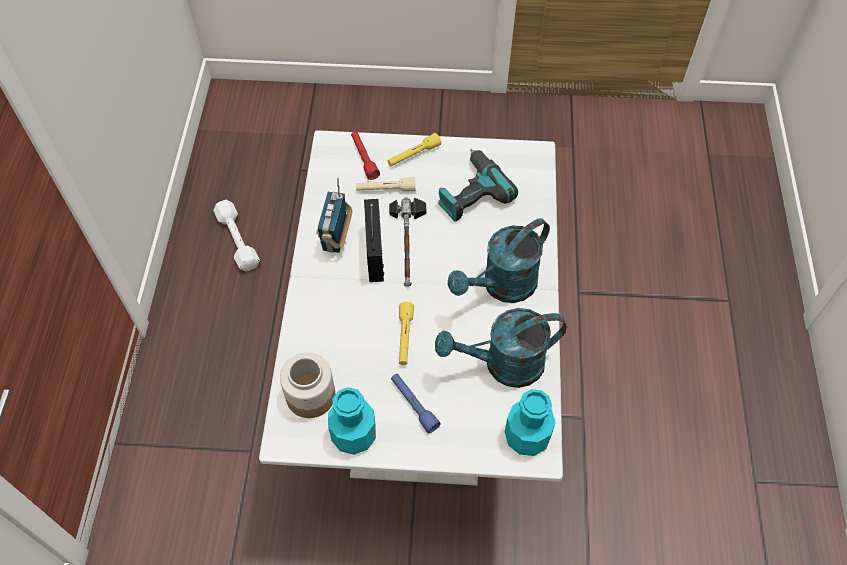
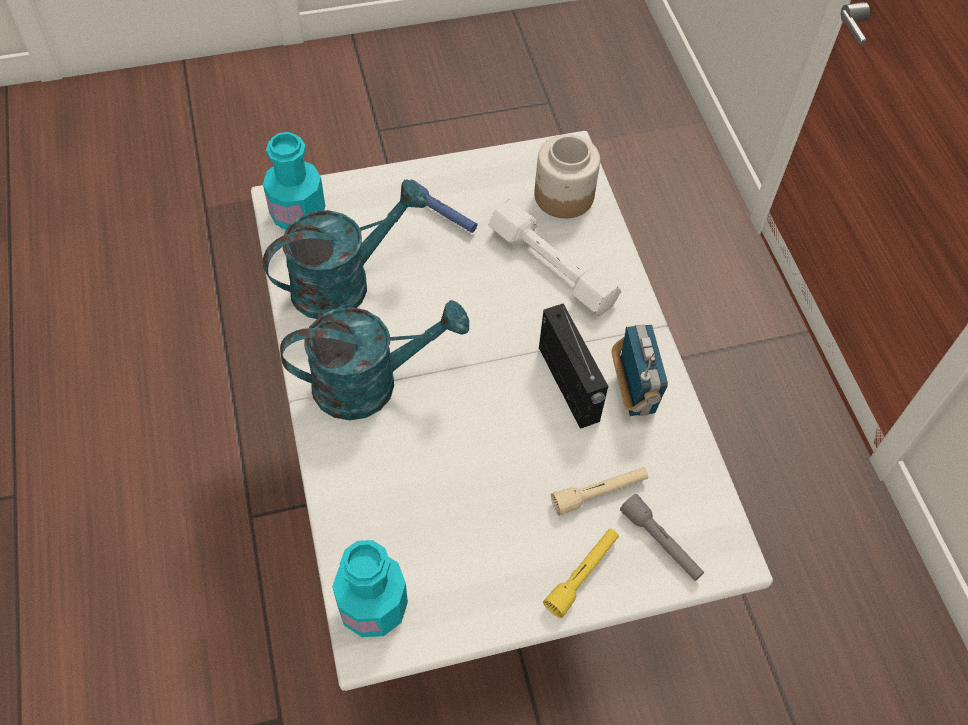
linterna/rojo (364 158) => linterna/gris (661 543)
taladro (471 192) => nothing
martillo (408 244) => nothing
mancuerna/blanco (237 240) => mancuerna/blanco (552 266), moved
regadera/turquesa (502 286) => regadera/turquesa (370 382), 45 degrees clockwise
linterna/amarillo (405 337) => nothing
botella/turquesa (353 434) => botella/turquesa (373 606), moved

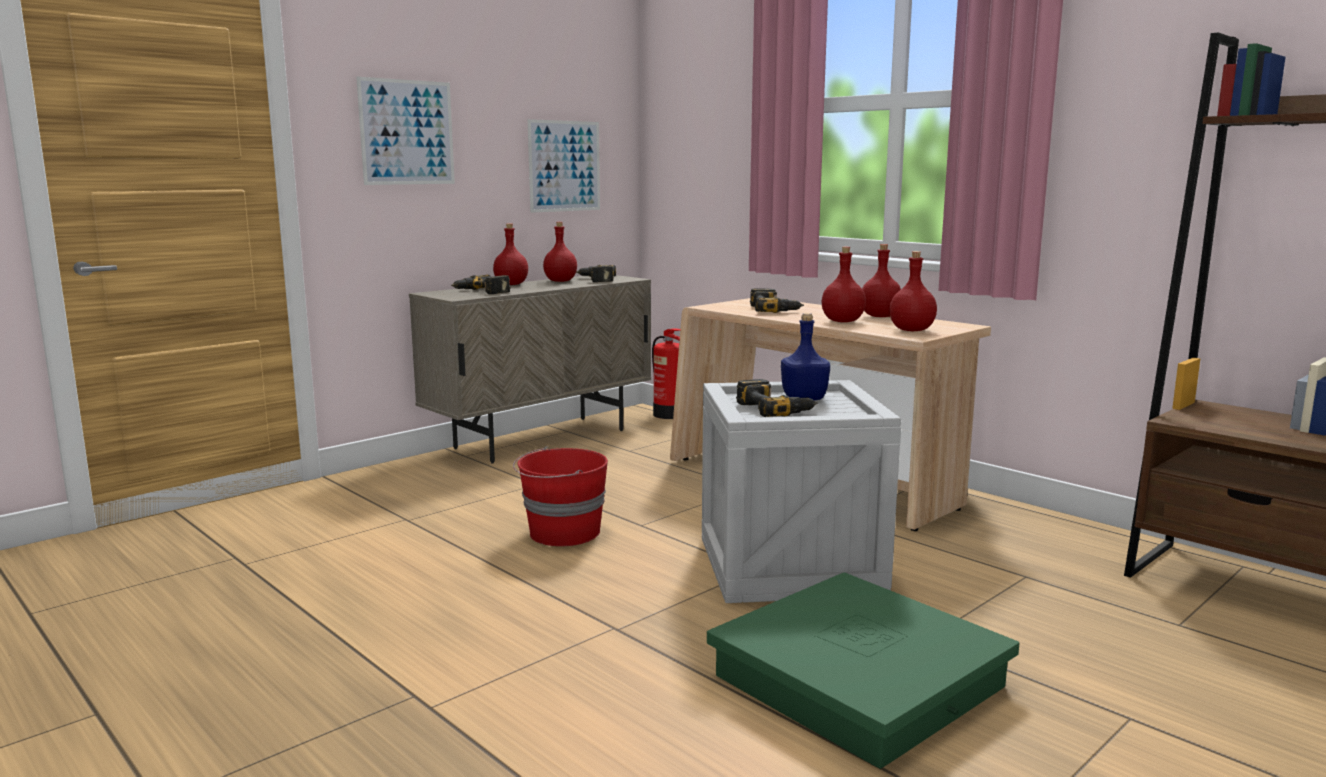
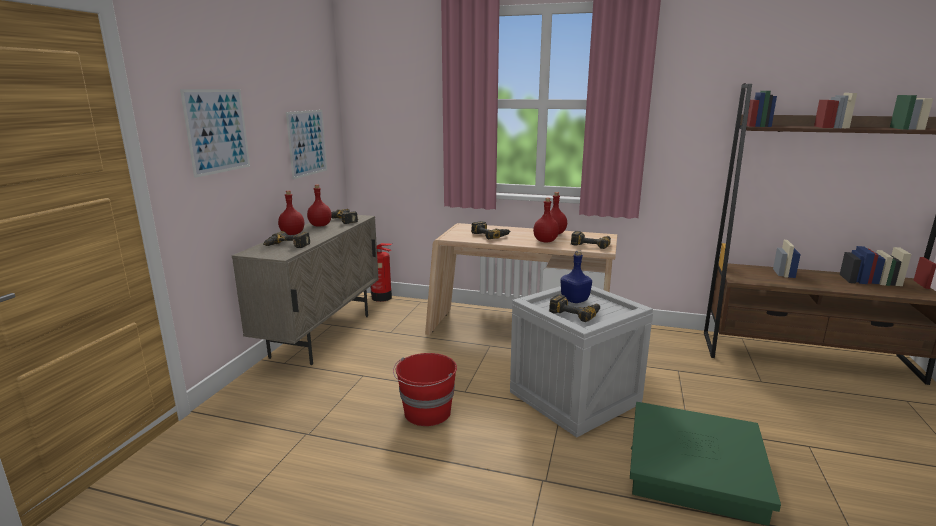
botella/rojo (911 330) => taladro (591 244)

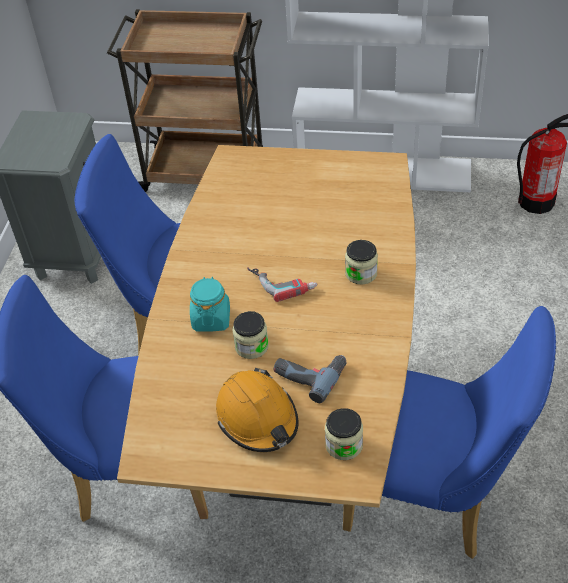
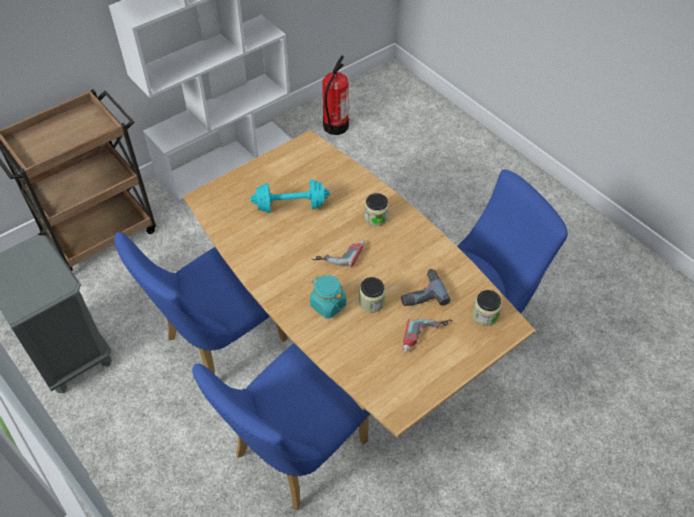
casco/naranja (257 418) => taladro (427 338)
nothing => mancuerna/turquesa (290 206)

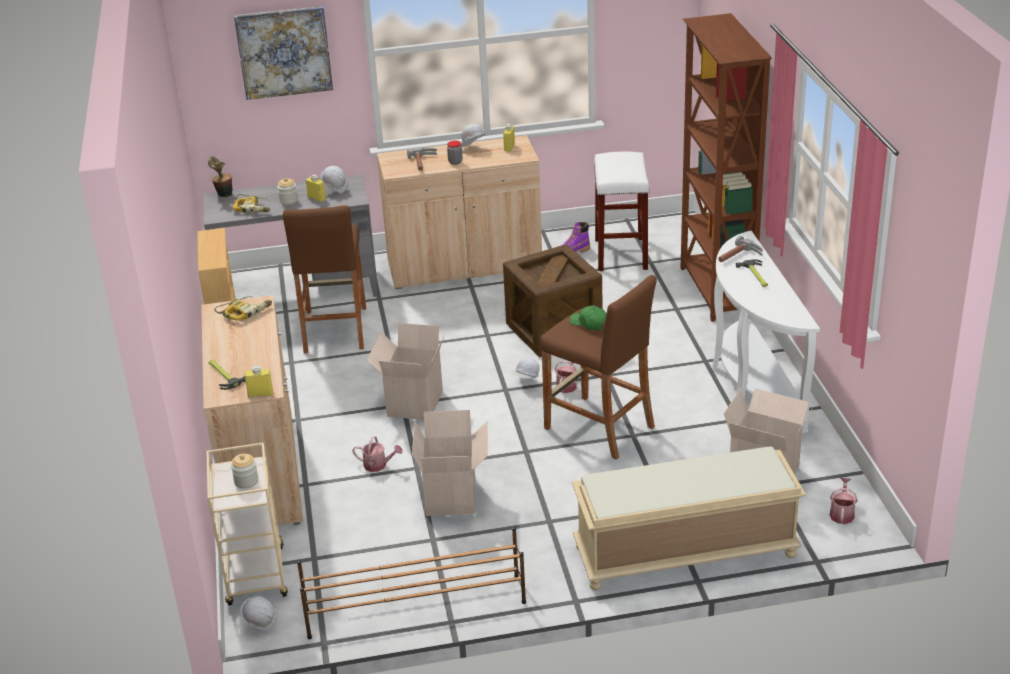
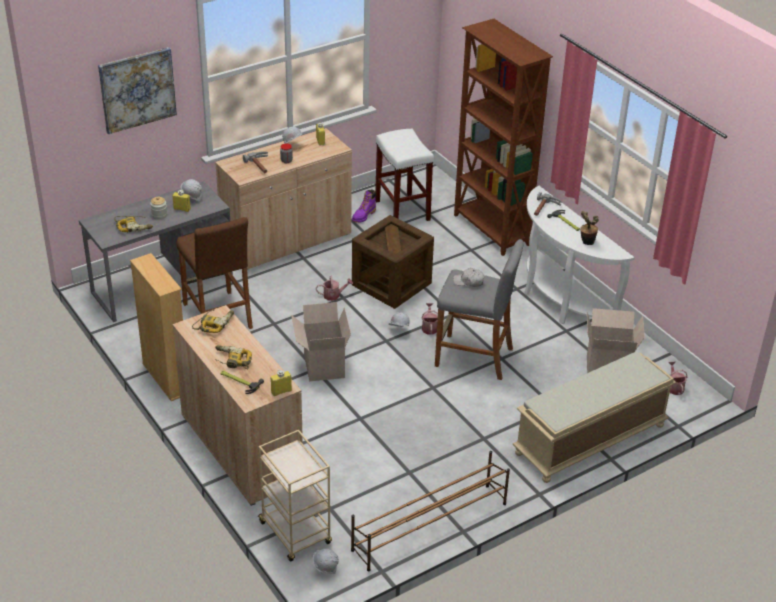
planta en maceta (223 195) => planta en maceta (586 242), moved
taburete/marrón (599 427) => taburete/gris (473 357)
gorra/verde (589 323) => gorra/blanco (468 281)
caja de cartón (453 497) => nothing
regadera (378 465) => regadera (334 295), moved
tarro (246 481) => nothing
nothing => taladro (232 361)

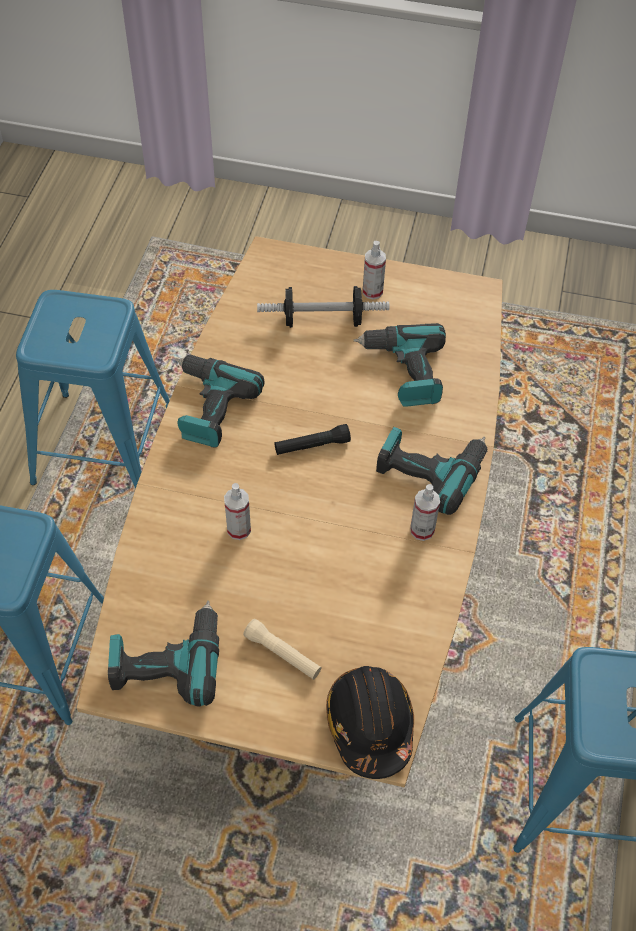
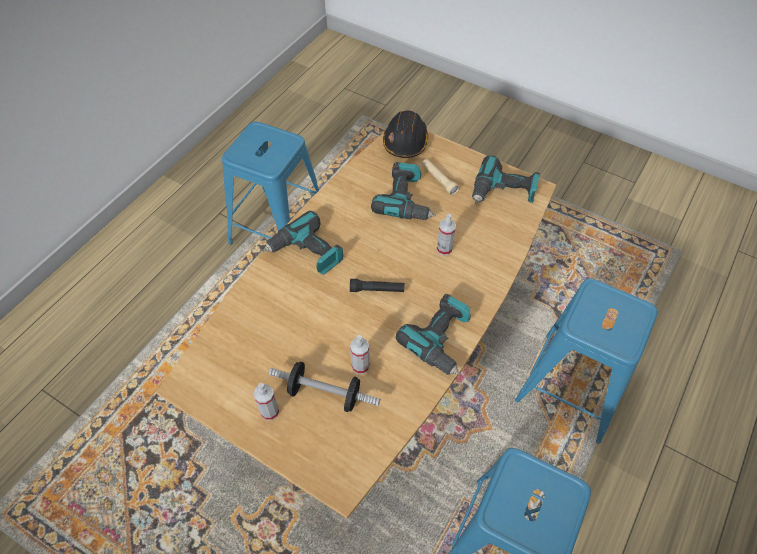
taladro (404 371) => taladro (406 200), moved
pulverizador (422 530) => pulverizador (360 366), moved

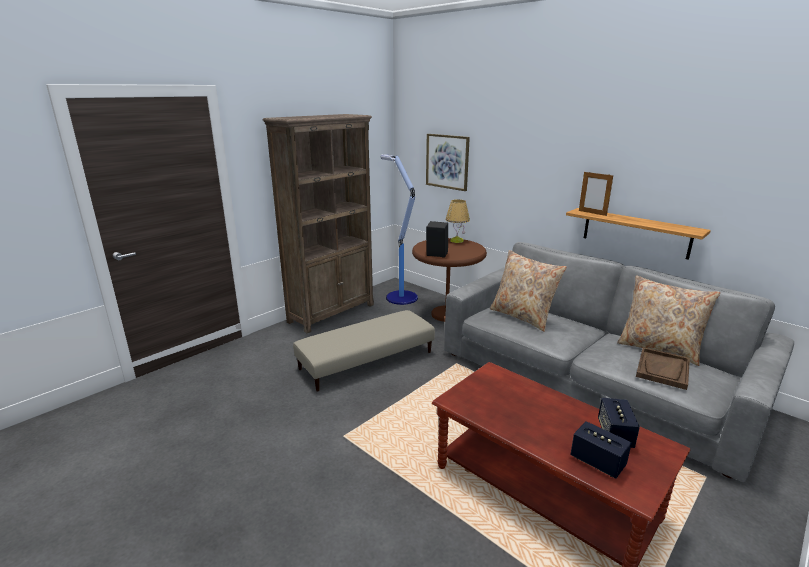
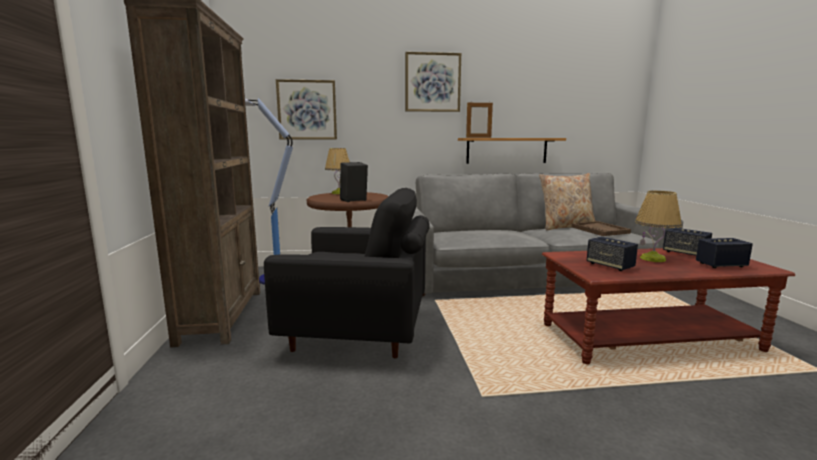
cojín/beis (523 316) => nothing
puf/beis (367 361) => sillón/negro (358 333)
nothing => cuadro (432 82)
nothing => lámpara de mesa (653 259)
nothing => altavoz (610 266)

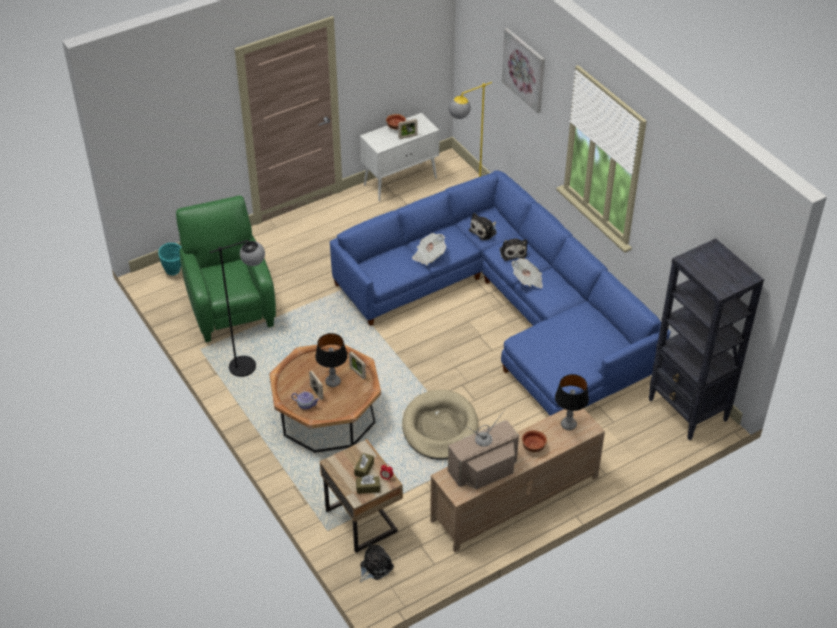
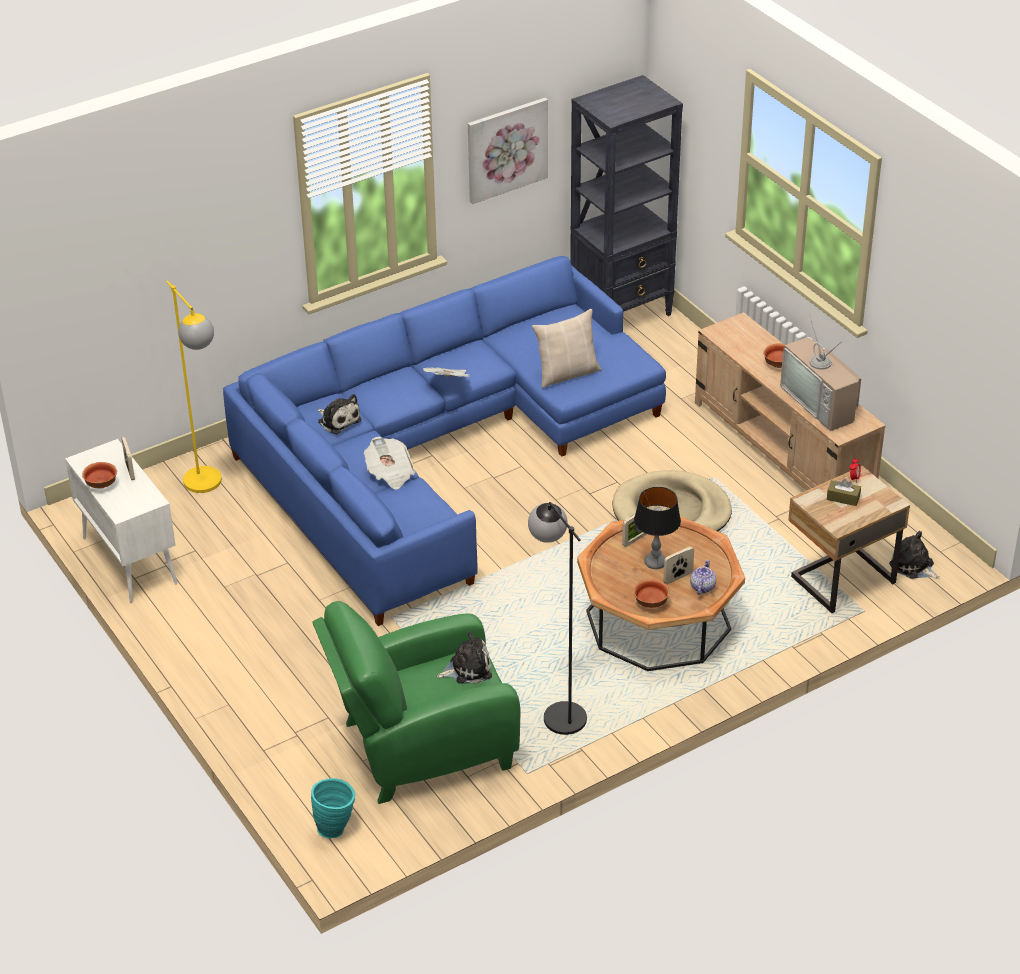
cuadro (524 69) => cuadro (506 149), moved
peluche (512 252) => peluche (467 668), moved
lámpara de mesa (568 424) => nothing
caja de pañuelos/marrón (368 488) => nothing
nothing => cojín/beis (567 373)
nothing => cuenco (650 603)

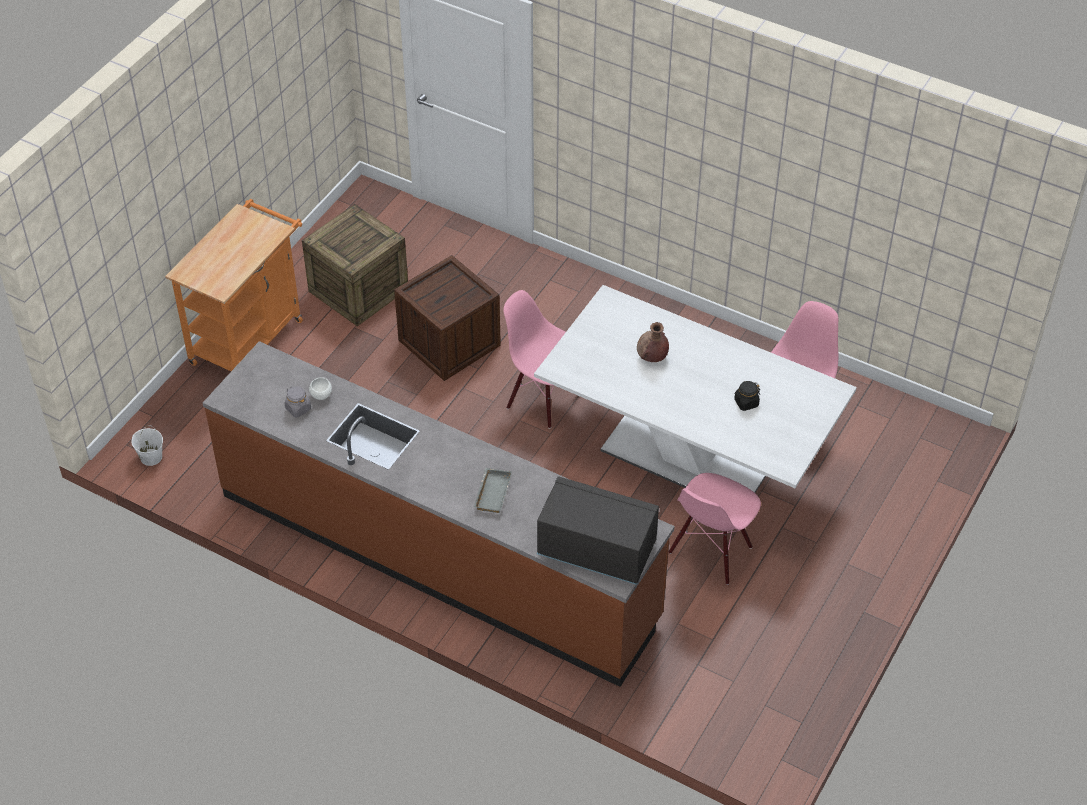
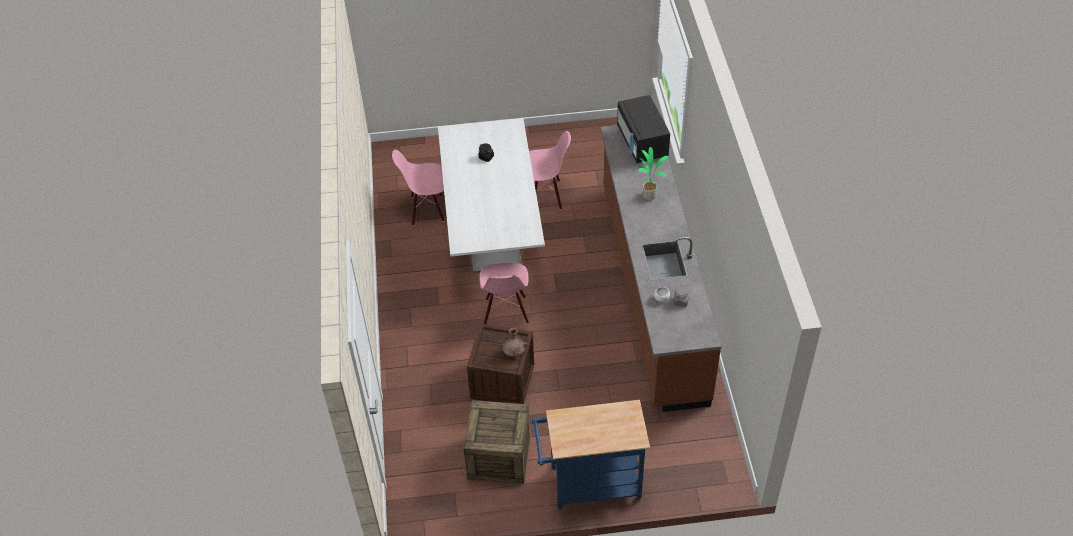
carrito/naranja (250 337) => carrito/azul (589 485)
florero/marrón (652 357) => florero/marrón (514 353), moved
cubo/blanco (151 457) => nothing
bandeja/gris (491 492) => planta en maceta (649 195)

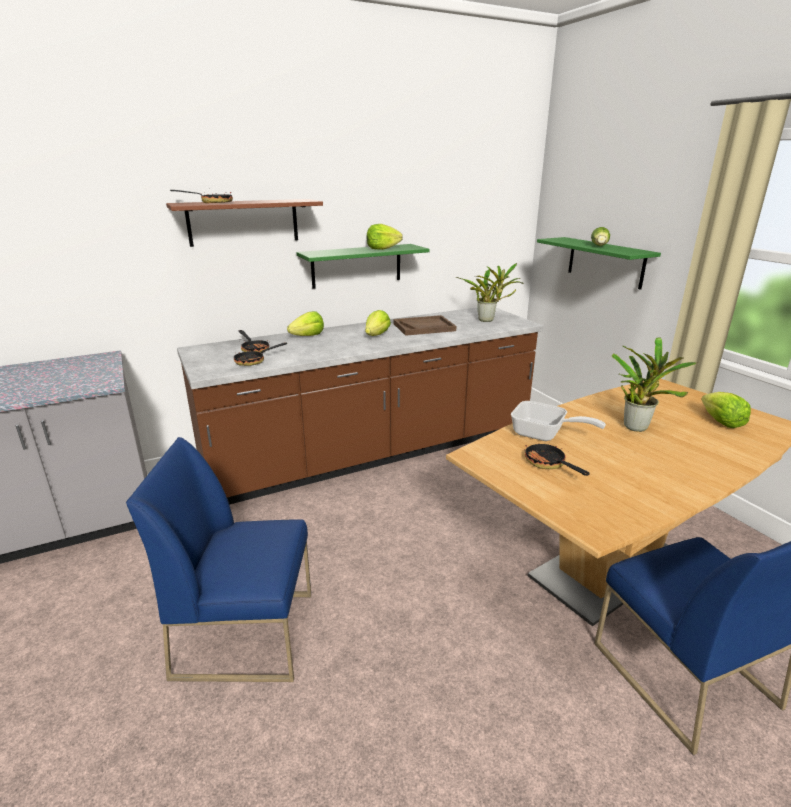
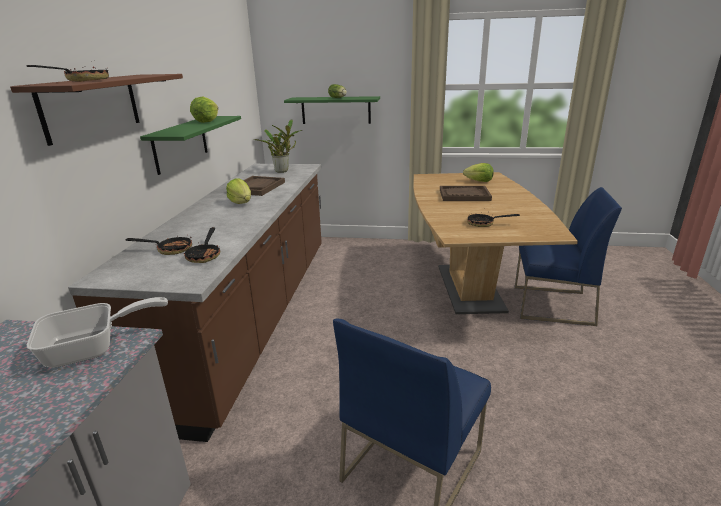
lechuga (308 336) => nothing
planta en maceta (637 426) => bandeja/marrón (464 195)
sartén (544 435) => sartén (93 348), moved

